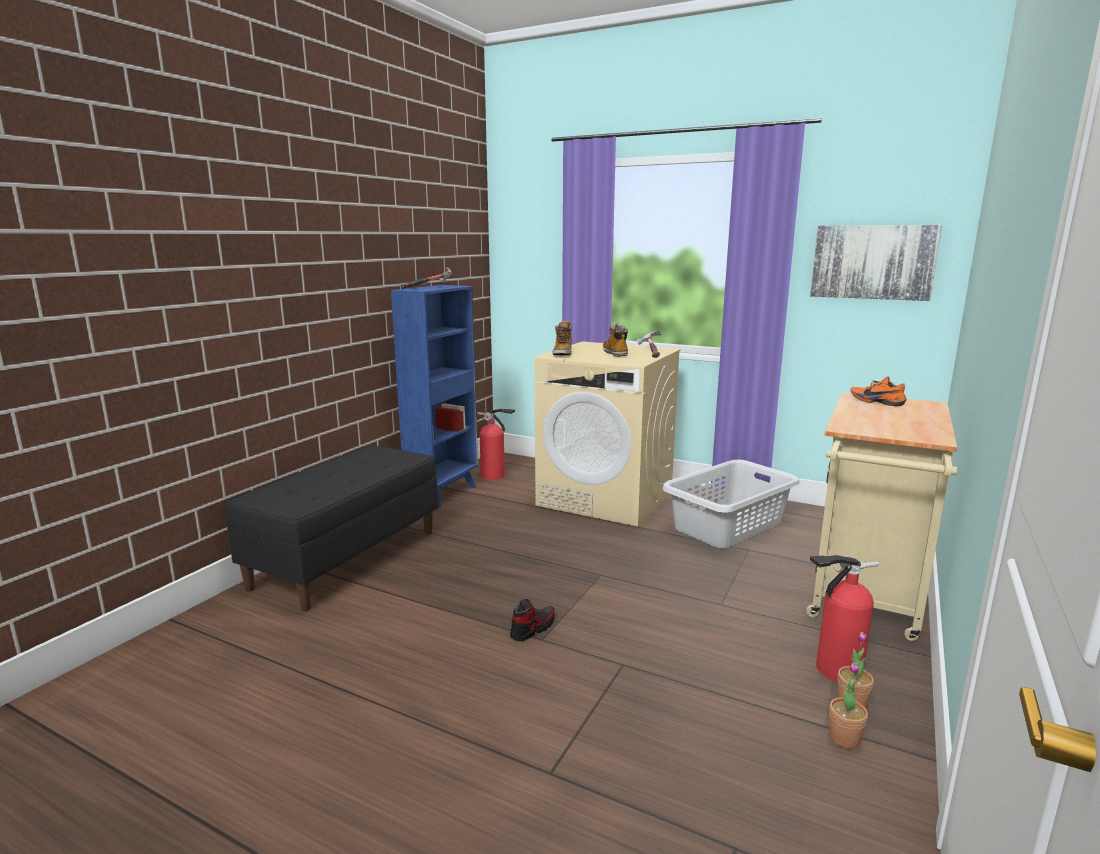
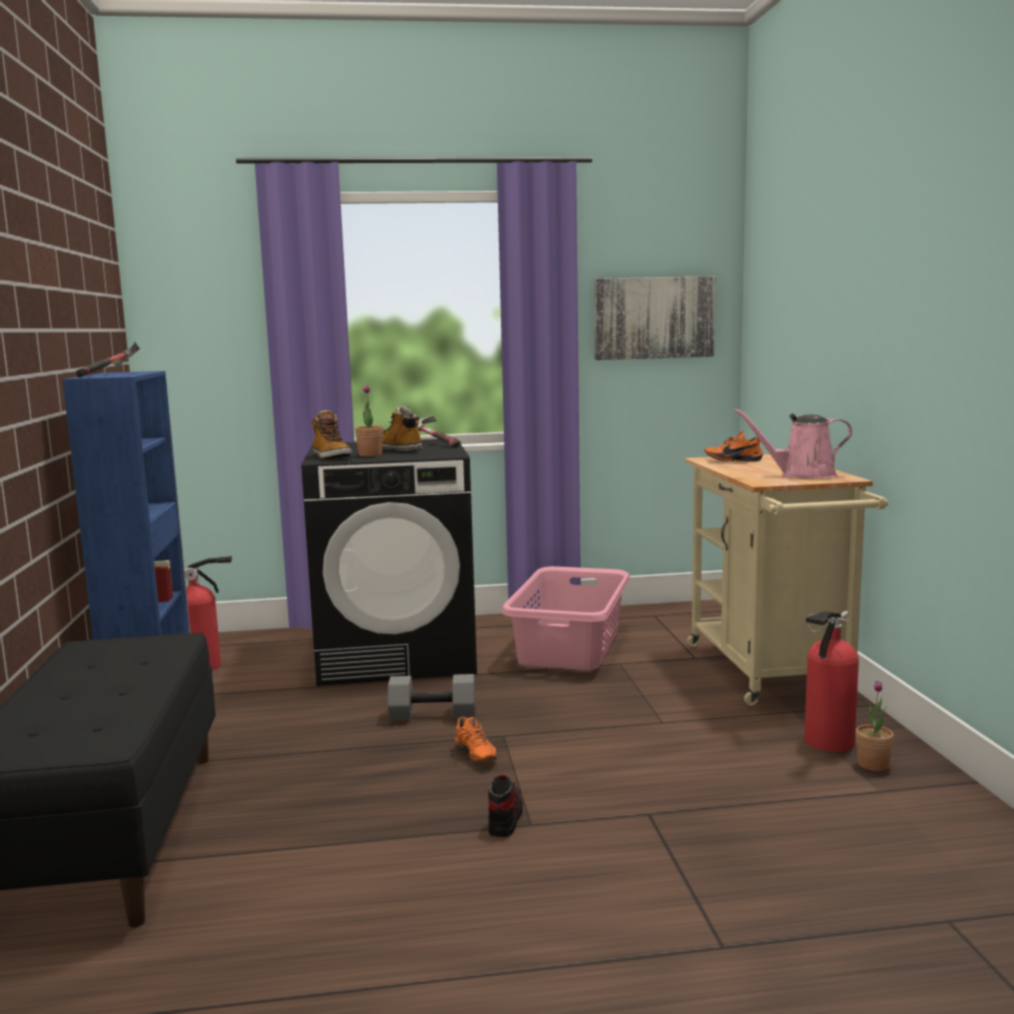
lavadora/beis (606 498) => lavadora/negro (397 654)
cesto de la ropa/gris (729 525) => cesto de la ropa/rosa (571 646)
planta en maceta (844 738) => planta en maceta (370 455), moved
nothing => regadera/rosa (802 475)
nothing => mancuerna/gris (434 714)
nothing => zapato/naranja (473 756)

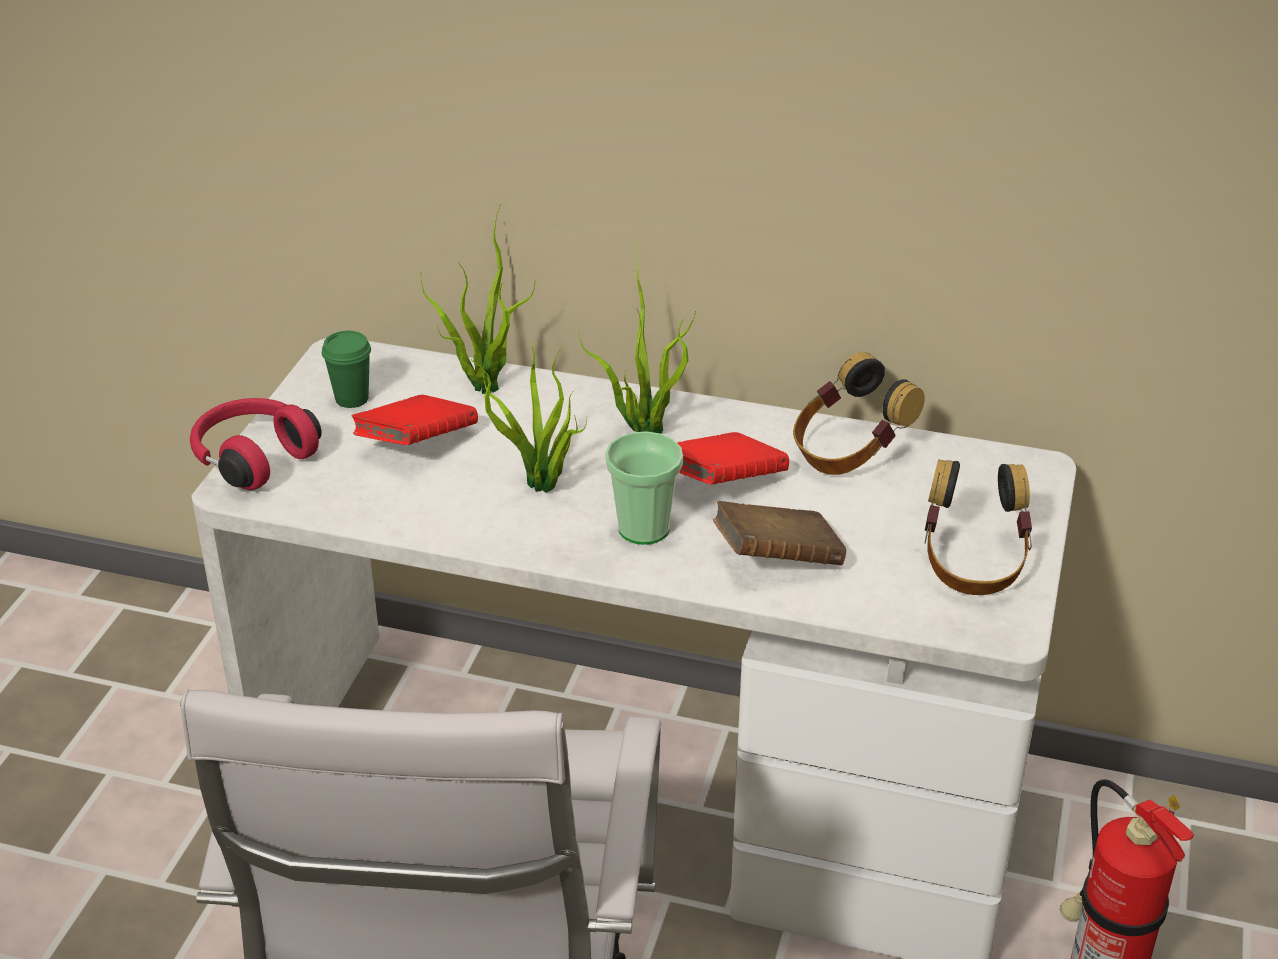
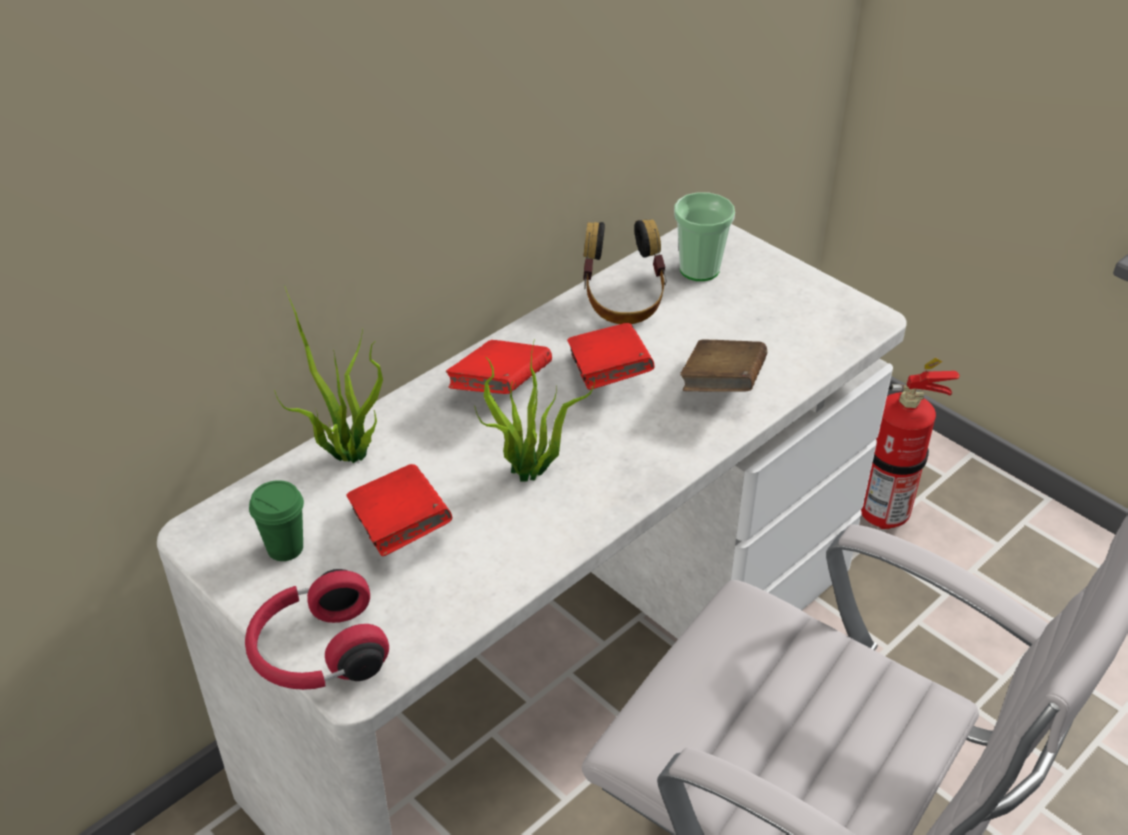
planta en maceta (643 428) => libro/rojo (500 388)
taza (644 528) => taza (699 269), moved
auriculares (972 564) => nothing

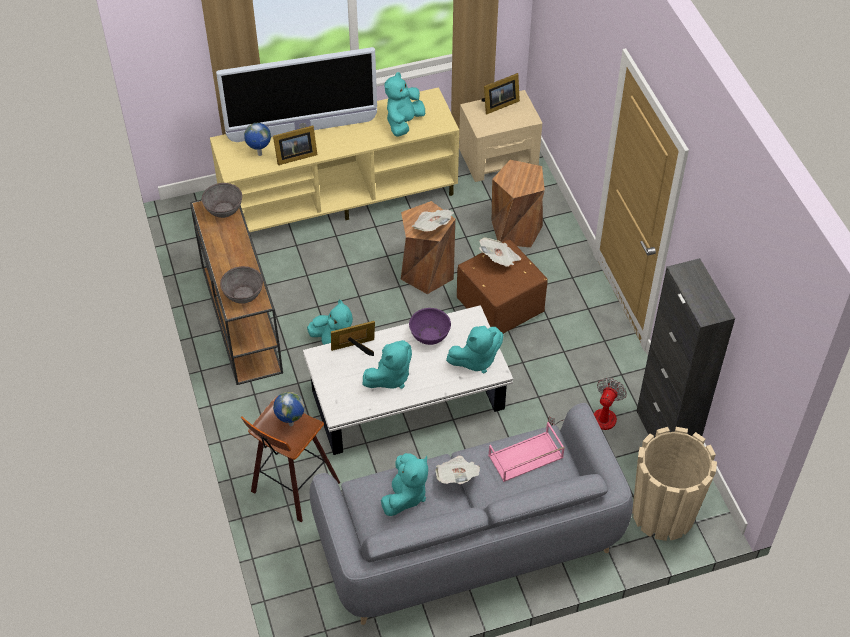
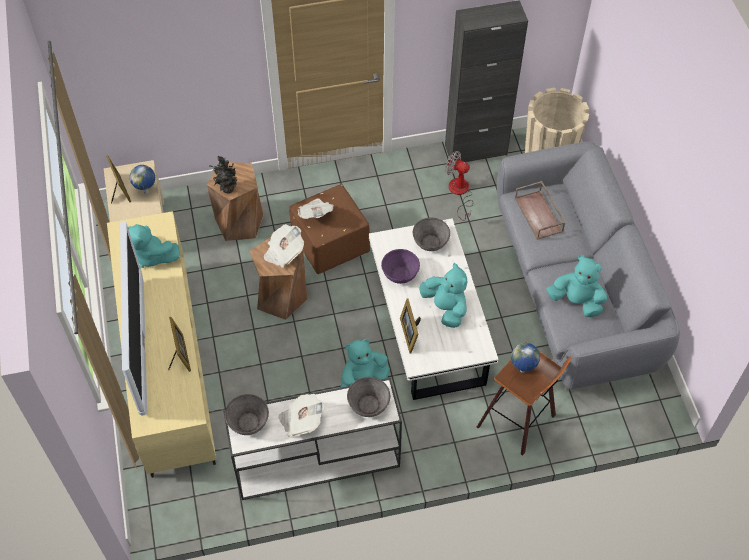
globo terráqueo (259 155) => globo terráqueo (147 192), moved
mesa consola/marrón (240 318) => mesa consola/blanco (315 462)
peluche/turquesa (476 360) => cuenco/gris (430 242)
bandeja/rosa (525 457) => bandeja/marrón (539 215)
periódico (457 476) => periódico (301 420), moved
nothing => planta en maceta (226 189)

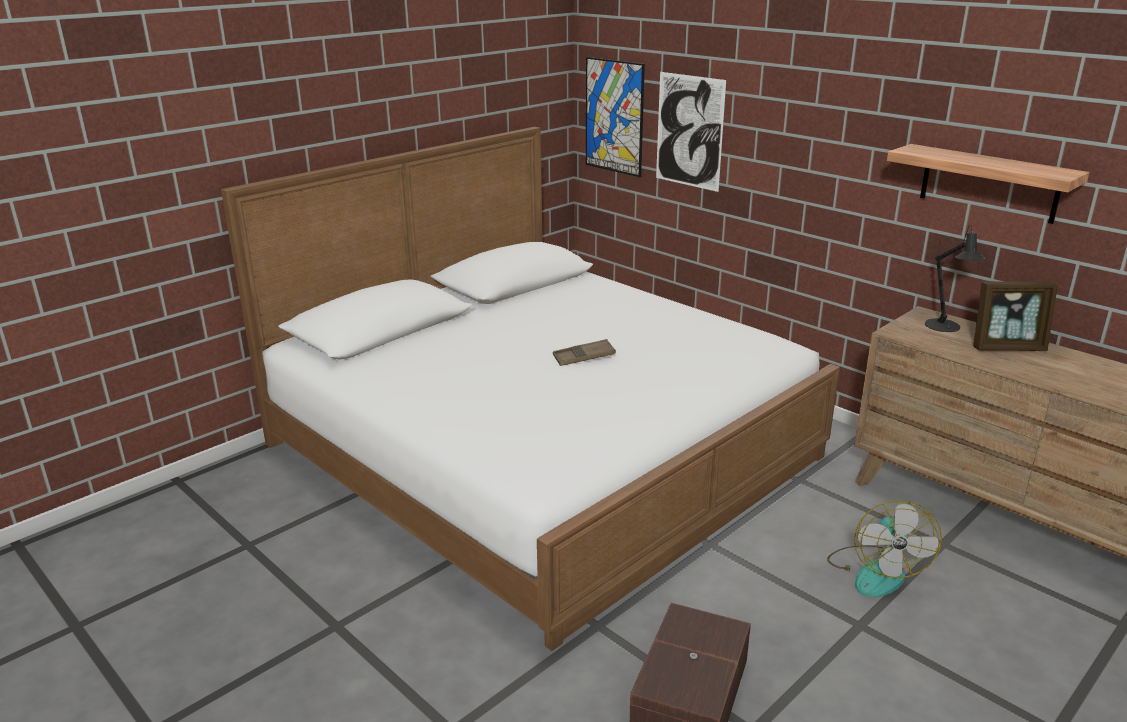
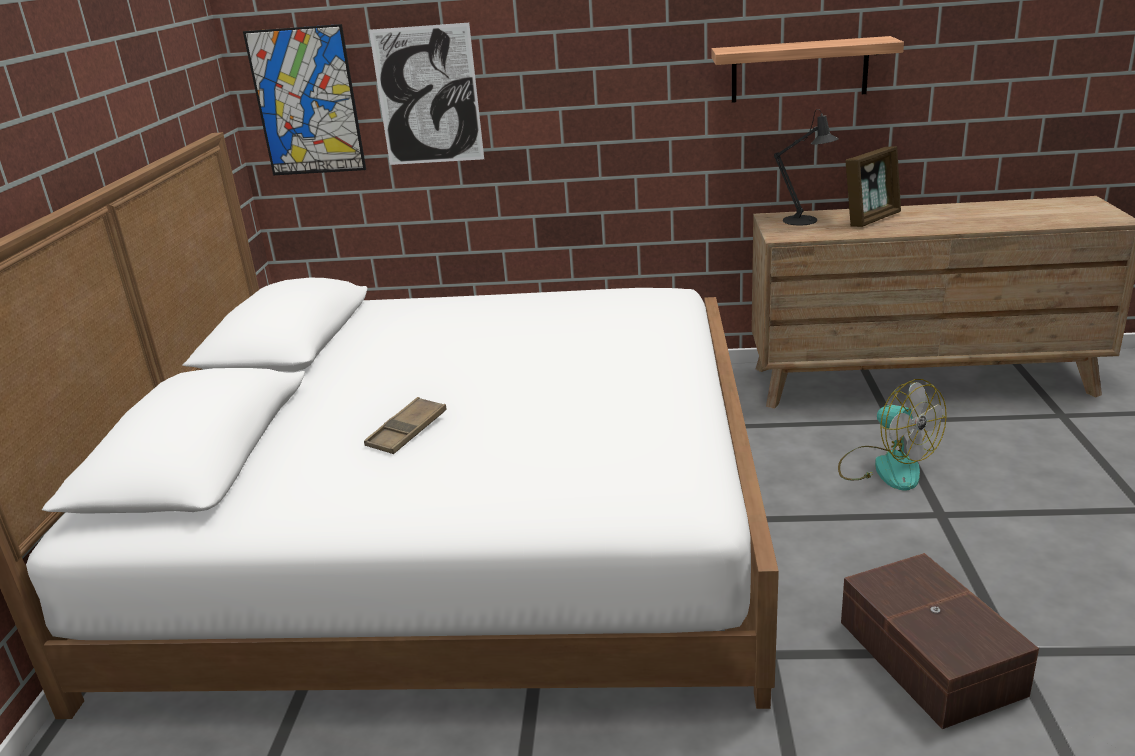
bandeja/marrón (584 357) => bandeja/marrón (407 431), moved

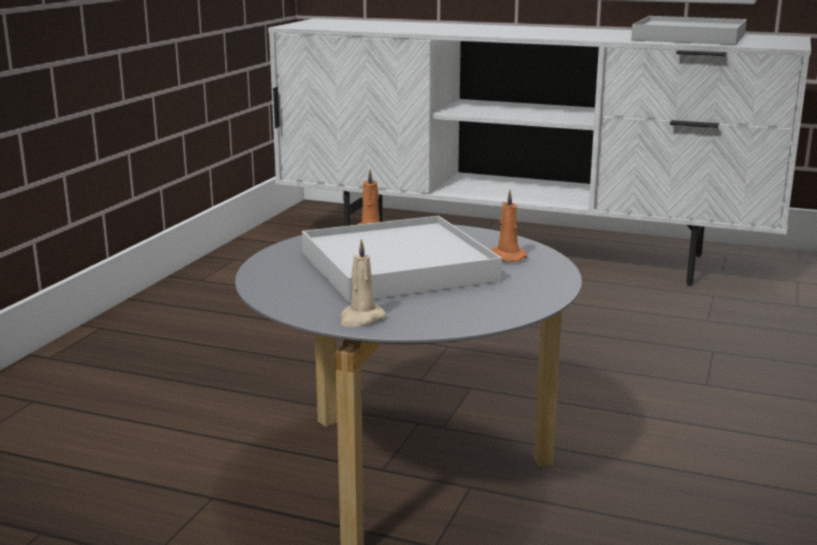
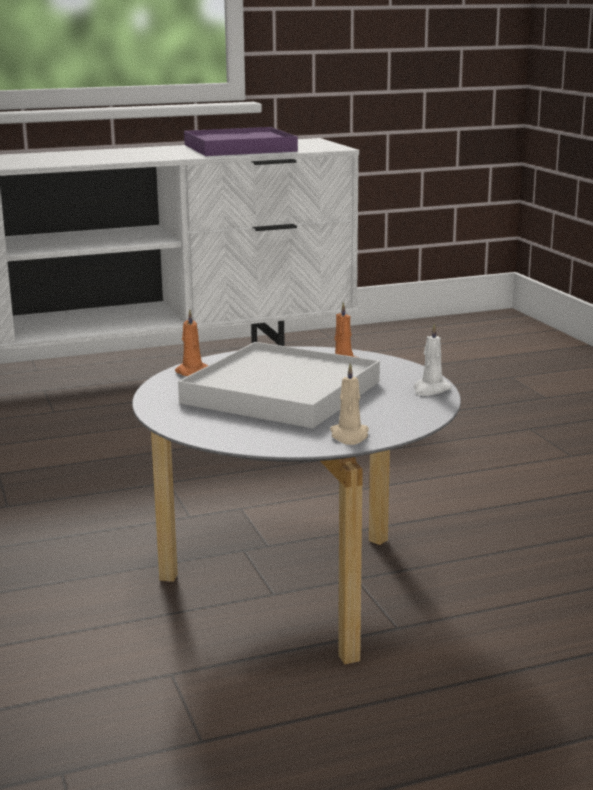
bandeja/blanco (689 37) => bandeja/morado (240 148)
nothing => vela/blanco (430 390)

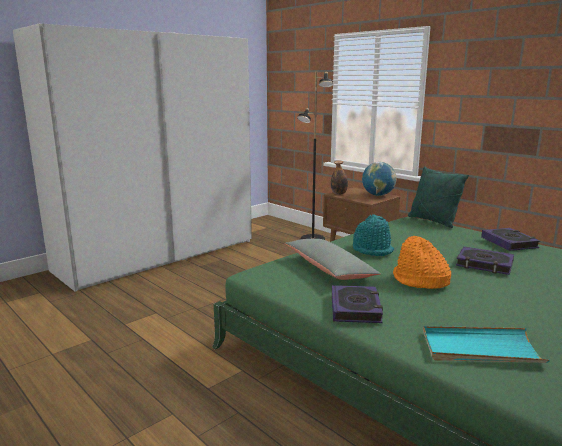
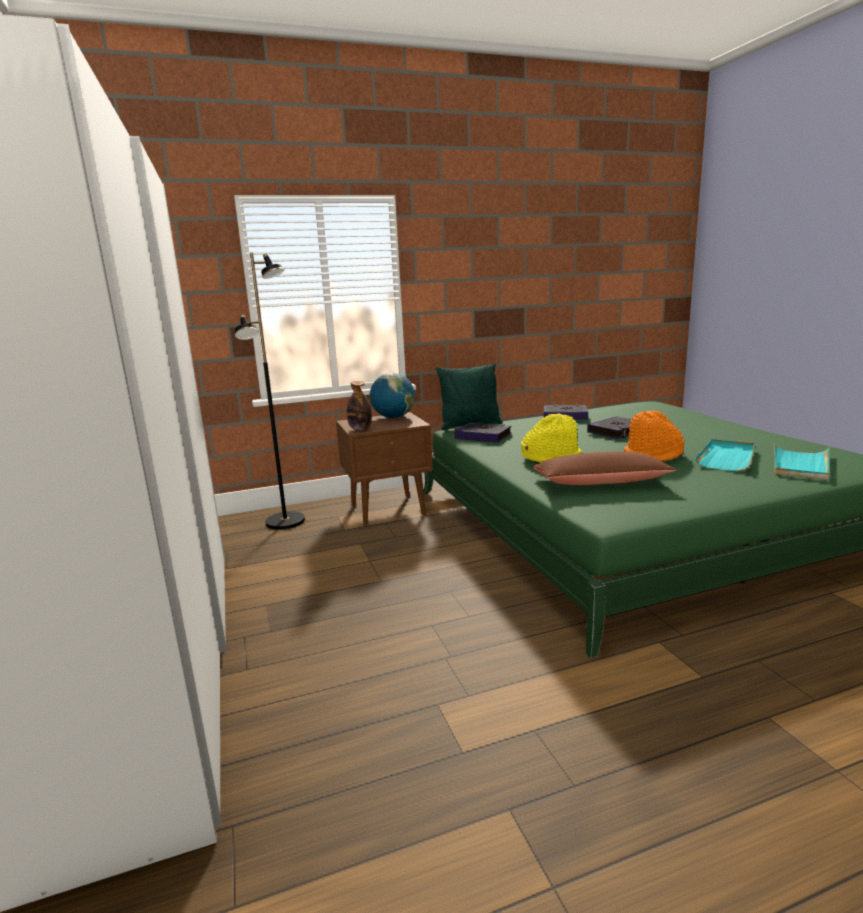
sombrero/turquesa (372 249) => sombrero/amarillo (551 457)
cojín/gris (329 269) => cojín/marrón (600 482)
libro (355 308) => libro (483 436), moved
nothing => bandeja/turquesa (726 458)

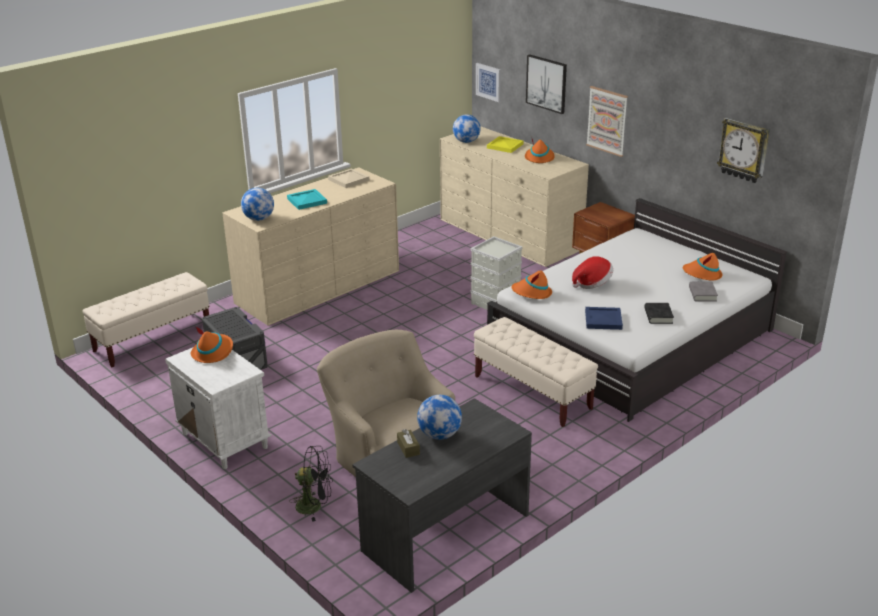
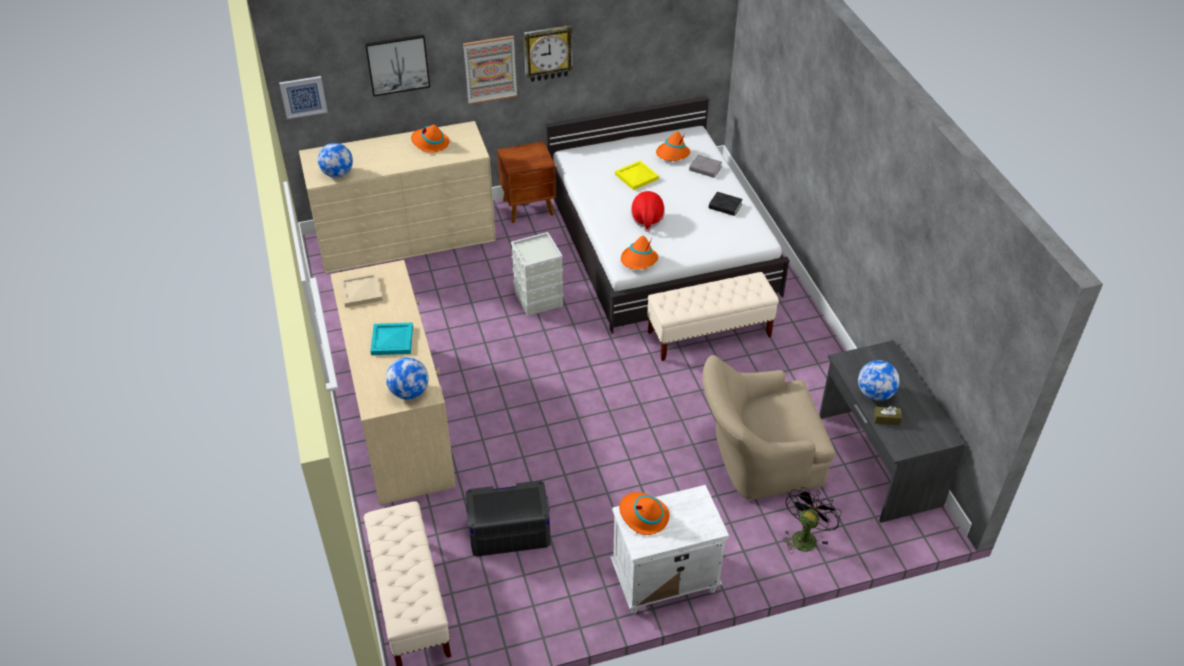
reloj de pared (744 150) => reloj de pared (547 53), moved
bandeja/amarillo (505 146) => bandeja/amarillo (636 176), moved
bandeja/azul (604 320) => nothing

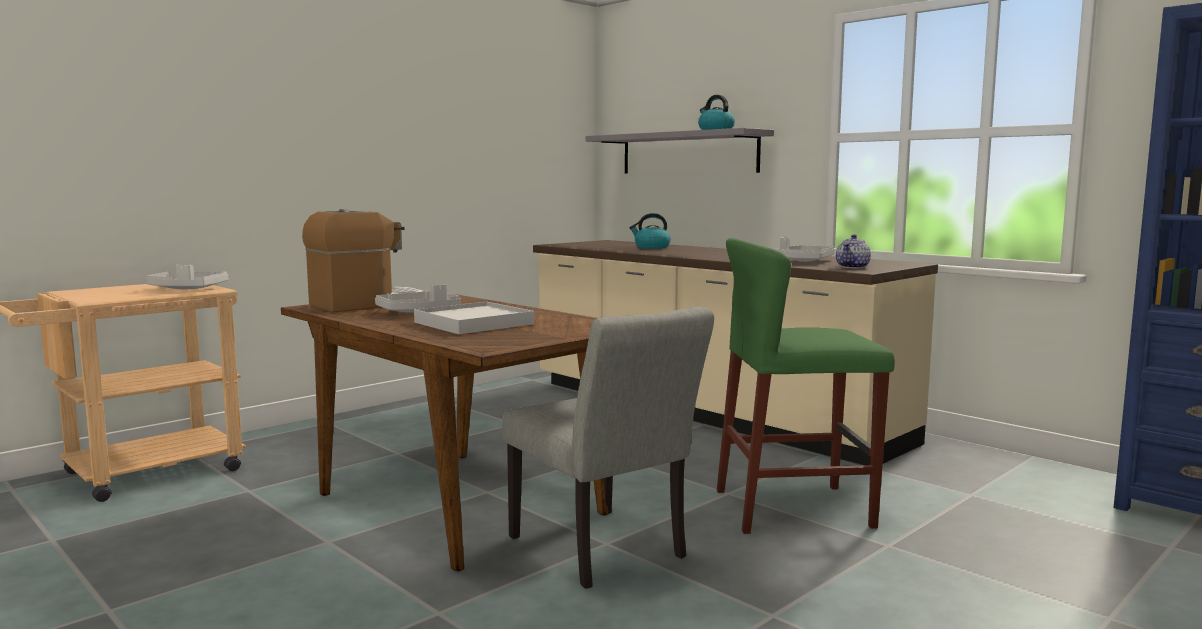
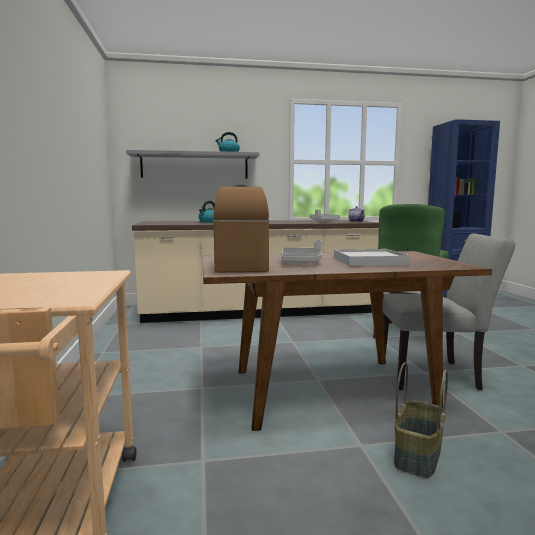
bandeja/gris (187 289) => nothing
nothing => cesta (419 456)

